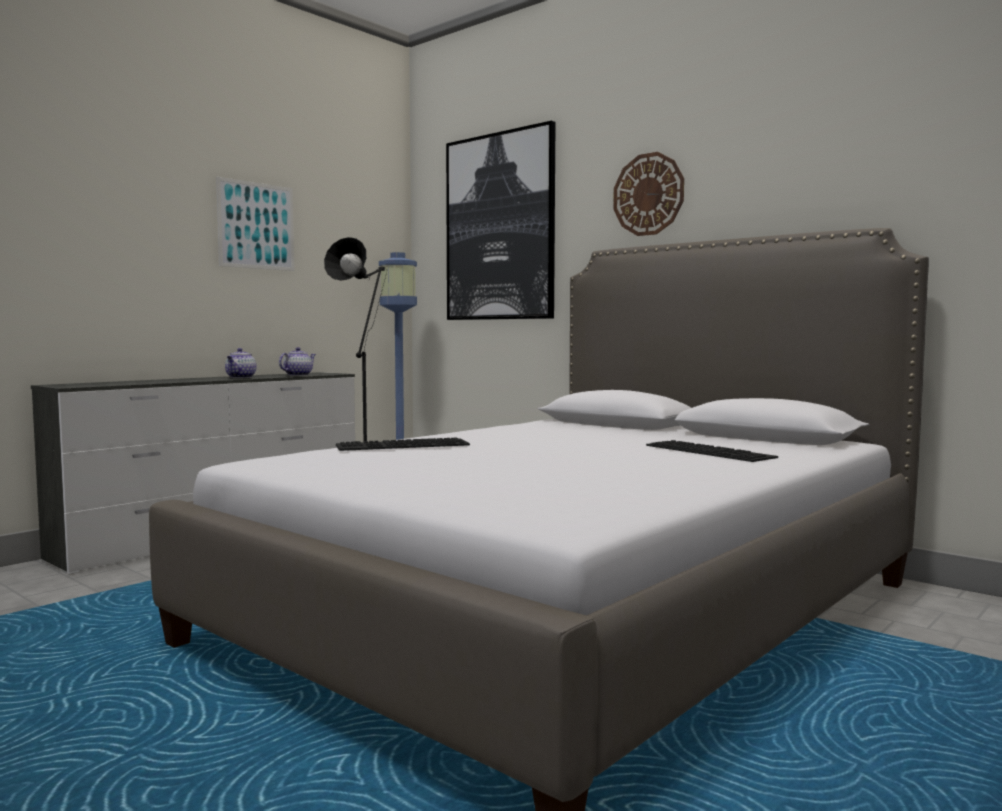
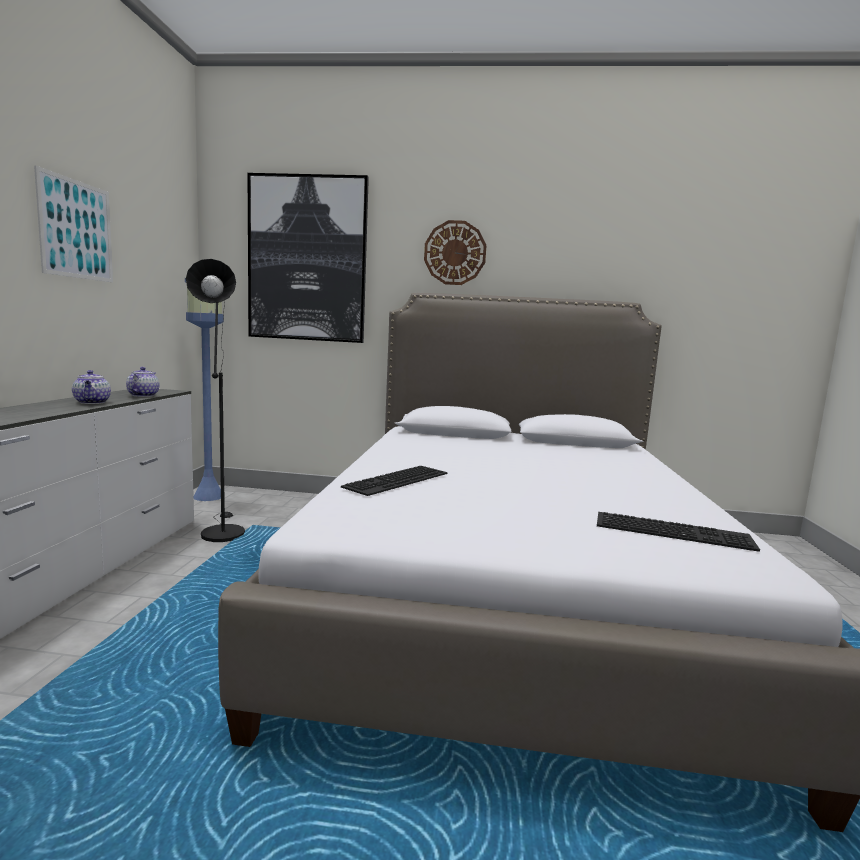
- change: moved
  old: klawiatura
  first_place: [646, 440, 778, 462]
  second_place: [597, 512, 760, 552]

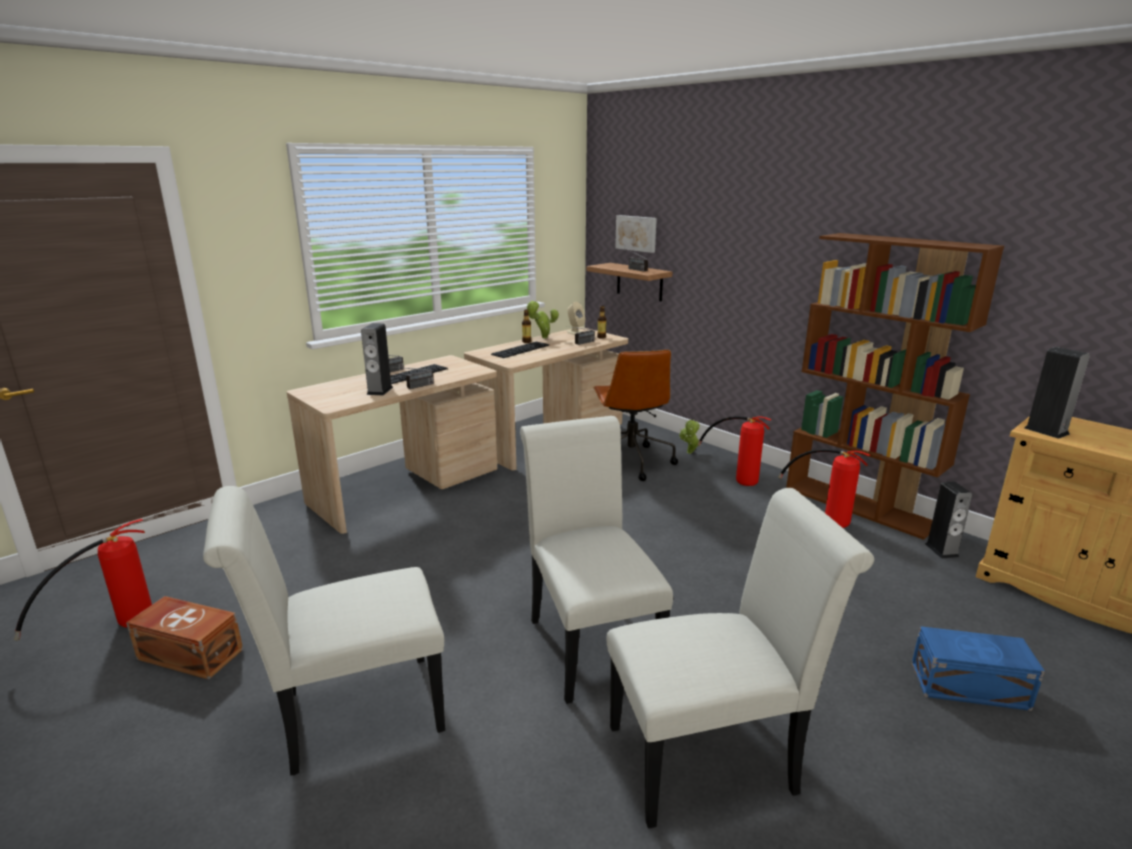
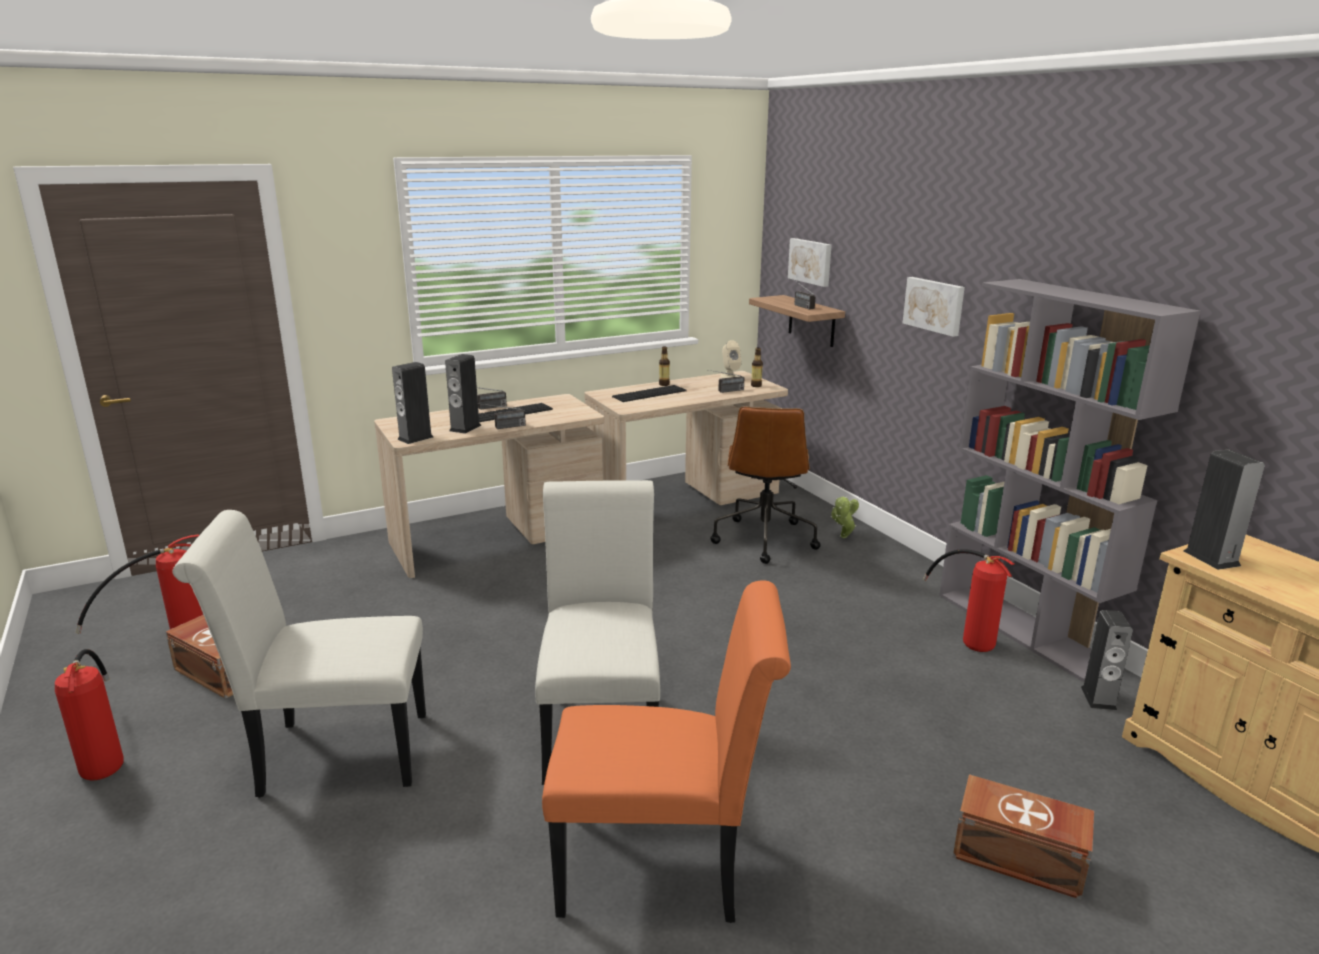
- change: removed
  old: roślina doniczkowa
  first_place: [526, 301, 559, 338]
- change: recoloured
  old: krzesło [biały]
  new: krzesło [pomarańczowy]
  first_place: [606, 488, 874, 829]
  second_place: [542, 580, 791, 923]
- change: moved
  old: gaśnica
  first_place: [698, 416, 771, 486]
  second_place: [55, 649, 124, 780]
- change: recoloured
  old: regał [brązowy]
  new: regał [szary]
  first_place: [786, 233, 1004, 540]
  second_place: [939, 279, 1201, 682]
- change: recoloured
  old: pojemnik do przechowywania [niebieski]
  new: pojemnik do przechowywania [brązowy]
  first_place: [912, 626, 1045, 711]
  second_place: [953, 774, 1094, 900]
- change: added
  new: głośnik
  second_place: [392, 362, 433, 444]
- change: added
  new: obraz
  second_place: [903, 277, 965, 337]

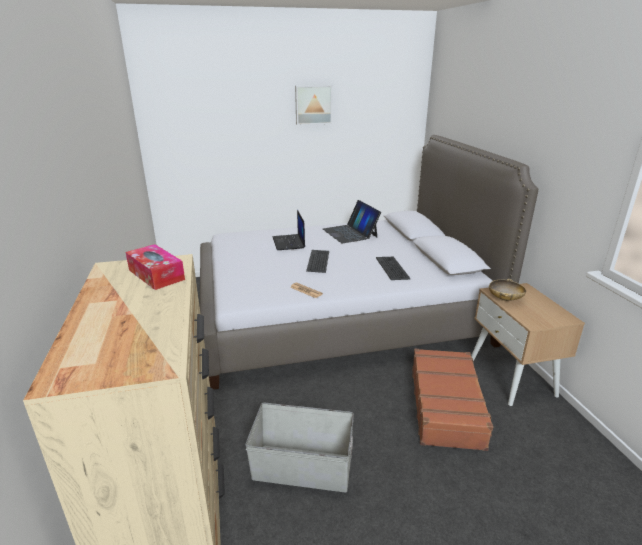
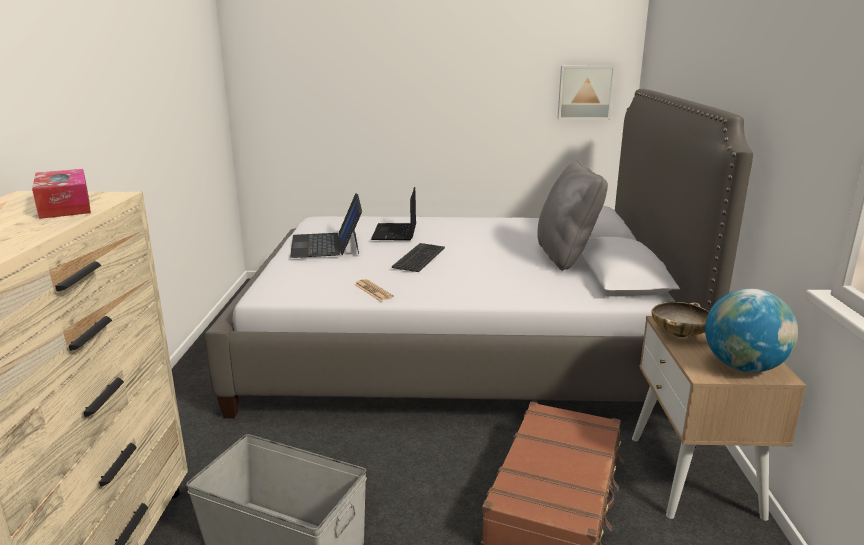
- change: moved
  old: obraz
  first_place: [295, 85, 333, 125]
  second_place: [557, 66, 615, 120]
- change: moved
  old: laptop
  first_place: [323, 200, 381, 243]
  second_place: [290, 193, 362, 258]
- change: removed
  old: klawiatura
  first_place: [376, 257, 410, 280]
- change: added
  new: poduszka [szary]
  second_place: [537, 161, 608, 271]
- change: added
  new: globus
  second_place: [705, 288, 798, 372]

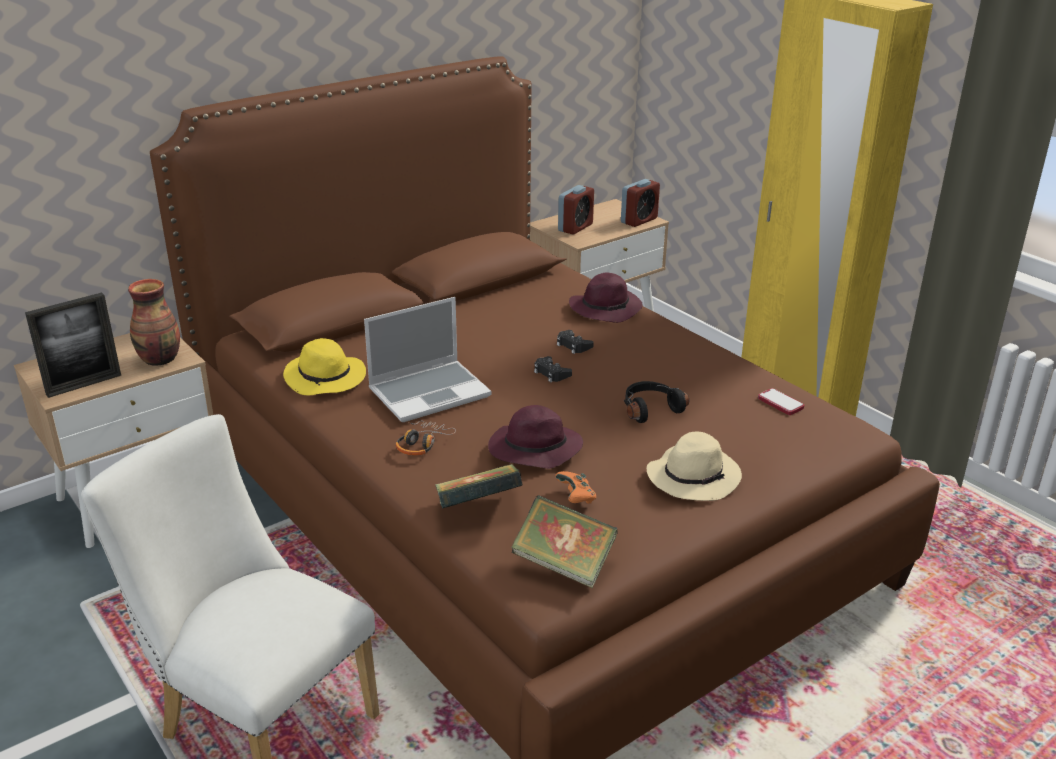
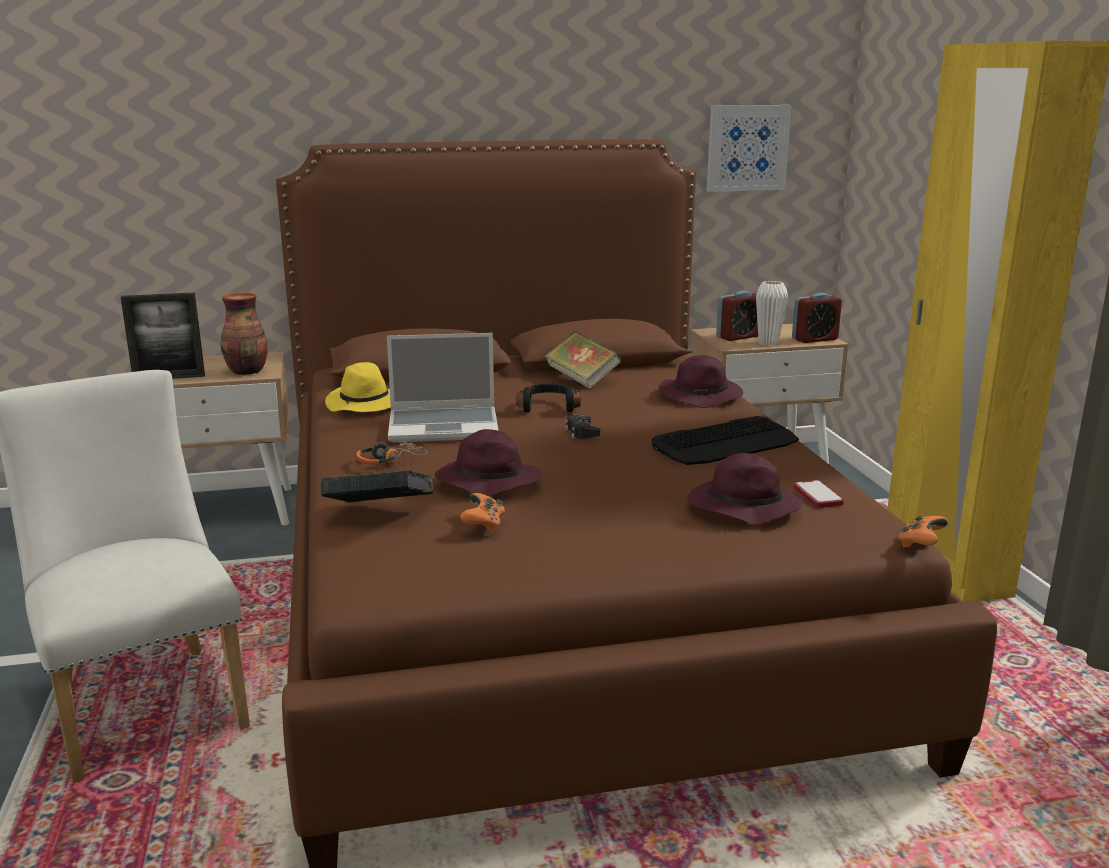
- change: moved
  old: książka
  first_place: [511, 495, 618, 588]
  second_place: [544, 331, 621, 389]
- change: removed
  old: pad do gier [czarny]
  first_place: [557, 330, 594, 354]
- change: moved
  old: słuchawki [czarny]
  first_place: [624, 381, 689, 423]
  second_place: [516, 383, 581, 412]
- change: removed
  old: kapelusz [beżowy]
  first_place: [647, 432, 742, 501]
- change: added
  new: klawiatura
  second_place: [652, 416, 799, 465]
- change: added
  new: kapelusz [fioletowy]
  second_place: [688, 453, 803, 524]
- change: added
  new: obraz
  second_place: [707, 105, 792, 192]
- change: added
  new: wazon [biały]
  second_place: [756, 281, 788, 346]
- change: added
  new: pad do gier [pomarańczowy]
  second_place: [899, 516, 948, 548]

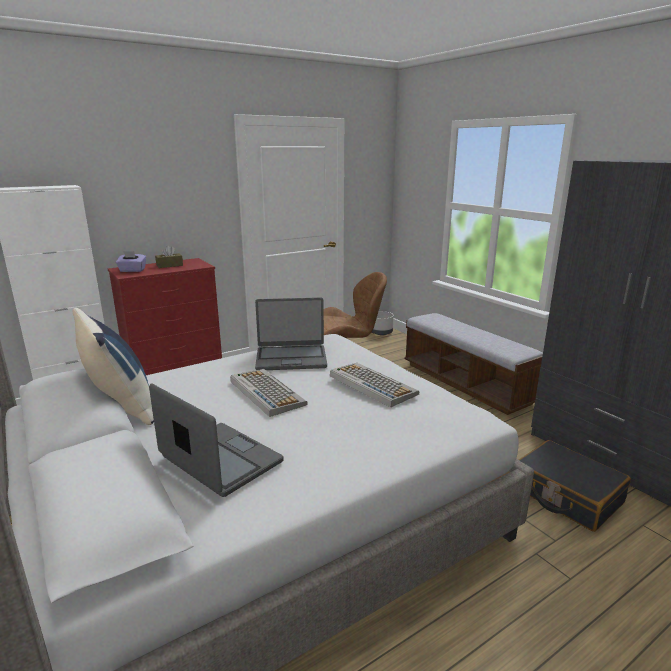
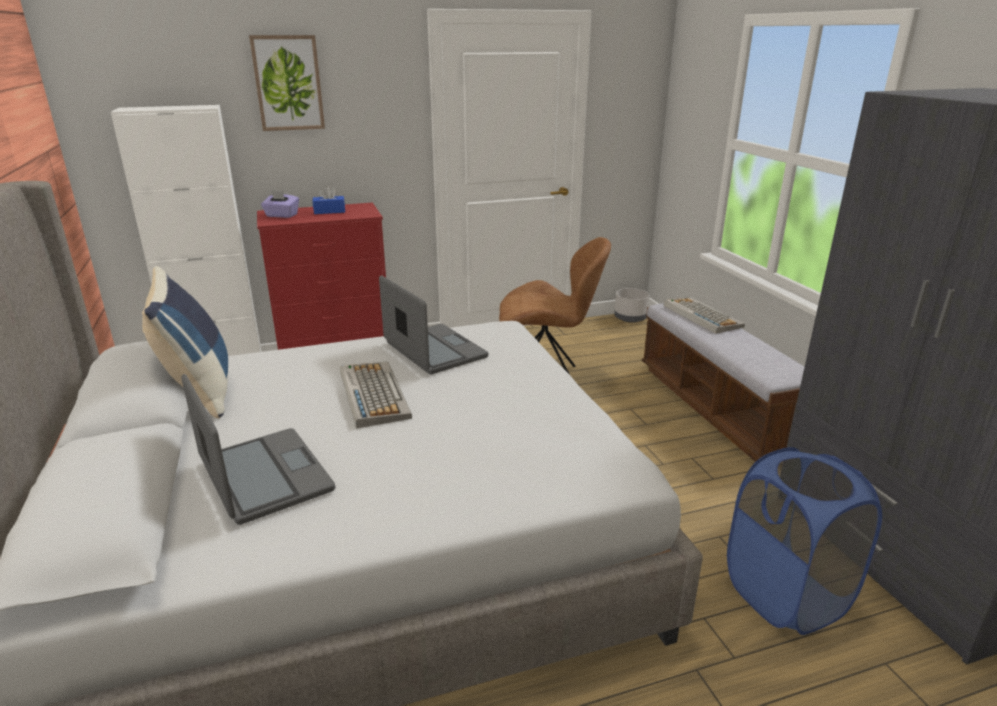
- change: recoloured
  old: pudełko chusteczek [brązowy]
  new: pudełko chusteczek [niebieski]
  first_place: [155, 246, 183, 268]
  second_place: [313, 186, 345, 214]
- change: turned
  old: laptop
  first_place: [255, 298, 327, 370]
  second_place: [379, 275, 488, 374]
  degrees: -135
- change: moved
  old: klawiatura
  first_place: [330, 363, 420, 407]
  second_place: [664, 297, 745, 334]
- change: replaced
  old: walizka [czarny]
  new: kosz na pranie [niebieski]
  first_place: [519, 440, 631, 532]
  second_place: [727, 447, 882, 635]
- change: added
  new: obraz
  second_place: [249, 35, 325, 131]

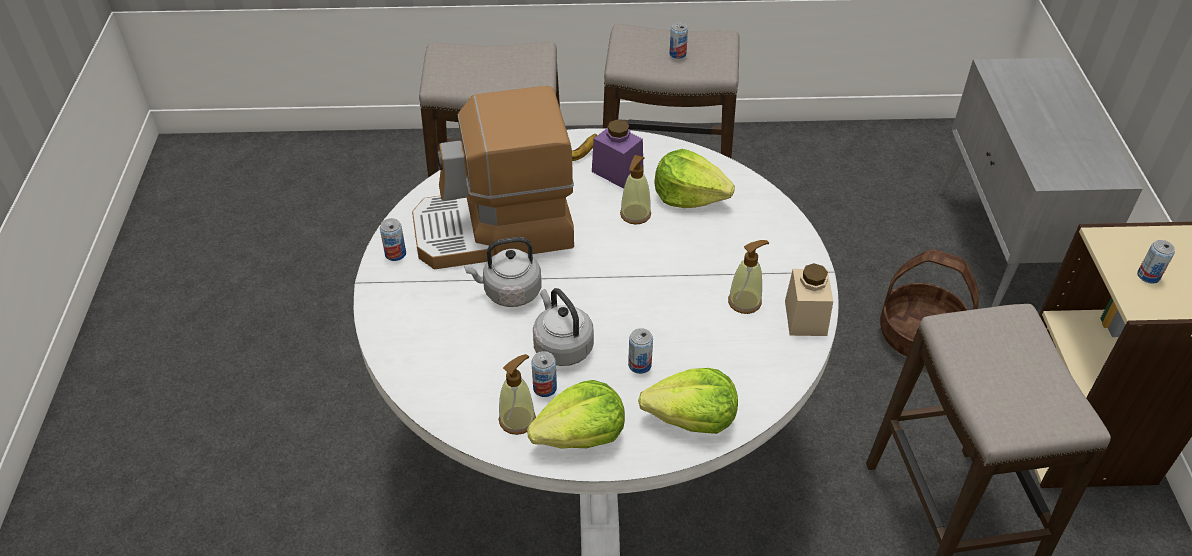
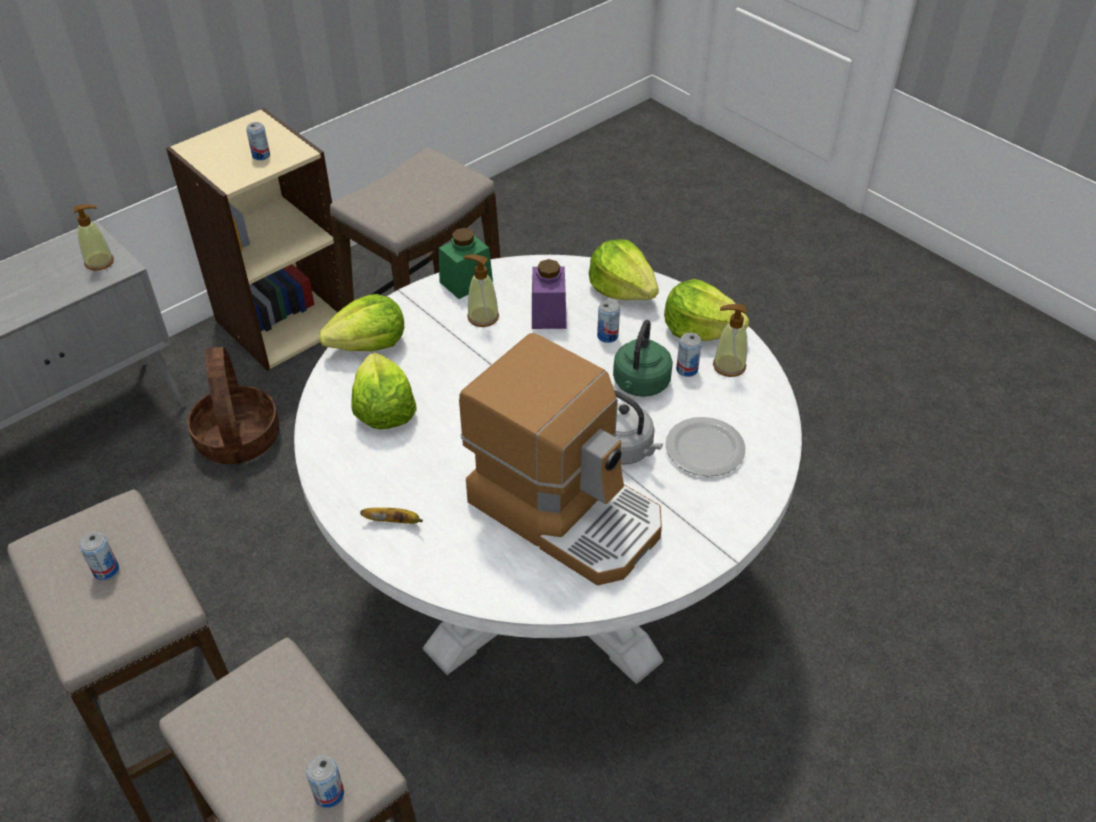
- change: moved
  old: puszka
  first_place: [380, 218, 406, 261]
  second_place: [306, 755, 344, 808]
- change: recoloured
  old: czajnik [szary]
  new: czajnik [zielony]
  first_place: [533, 288, 594, 366]
  second_place: [613, 320, 673, 397]
- change: moved
  old: słoik [fioletowy]
  first_place: [592, 120, 644, 189]
  second_place: [532, 259, 567, 329]
- change: moved
  old: dozownik mydła
  first_place: [620, 155, 651, 225]
  second_place: [74, 204, 114, 271]
- change: recoloured
  old: słoik [beżowy]
  new: słoik [zielony]
  first_place: [785, 263, 833, 336]
  second_place: [439, 228, 493, 299]
- change: added
  new: sałata
  second_place: [319, 294, 404, 351]
- change: added
  new: talerz
  second_place: [665, 417, 746, 476]

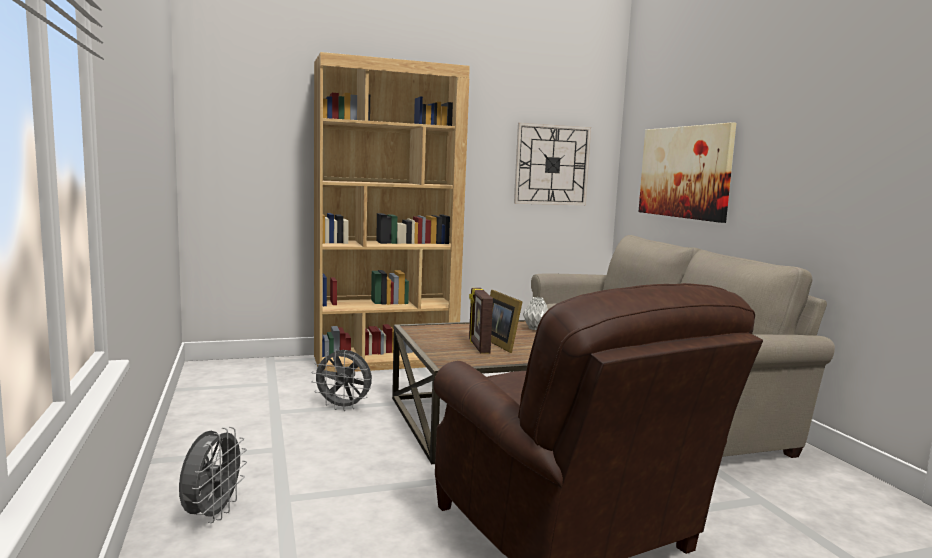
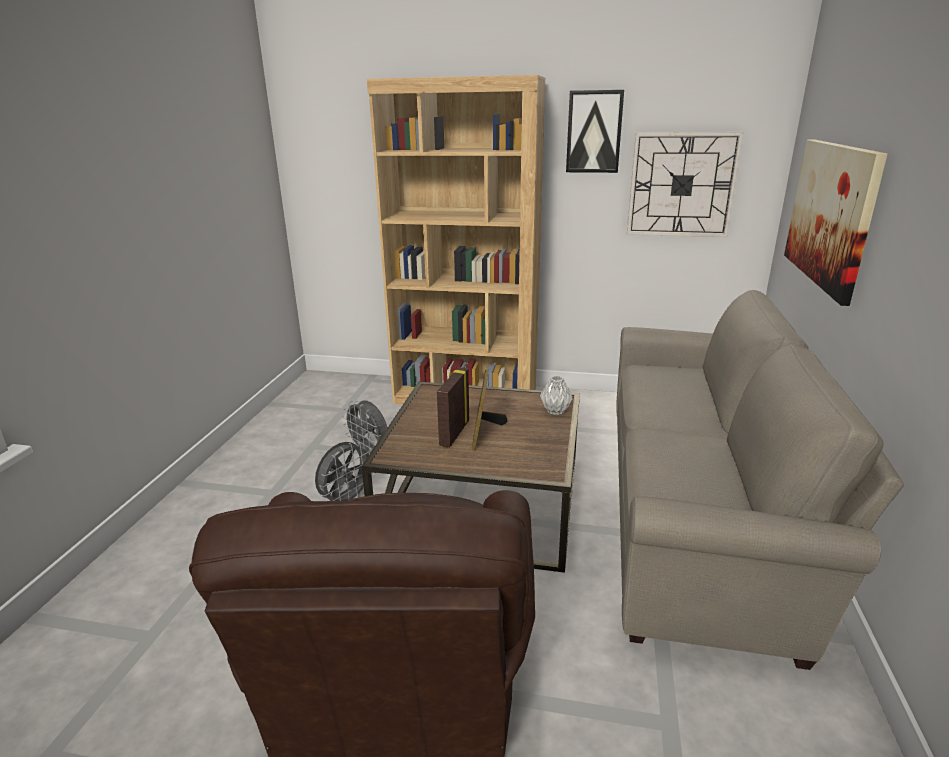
- change: moved
  old: wentylator [szary]
  first_place: [179, 427, 247, 523]
  second_place: [315, 442, 374, 501]
- change: added
  new: obraz
  second_place: [566, 90, 624, 173]

